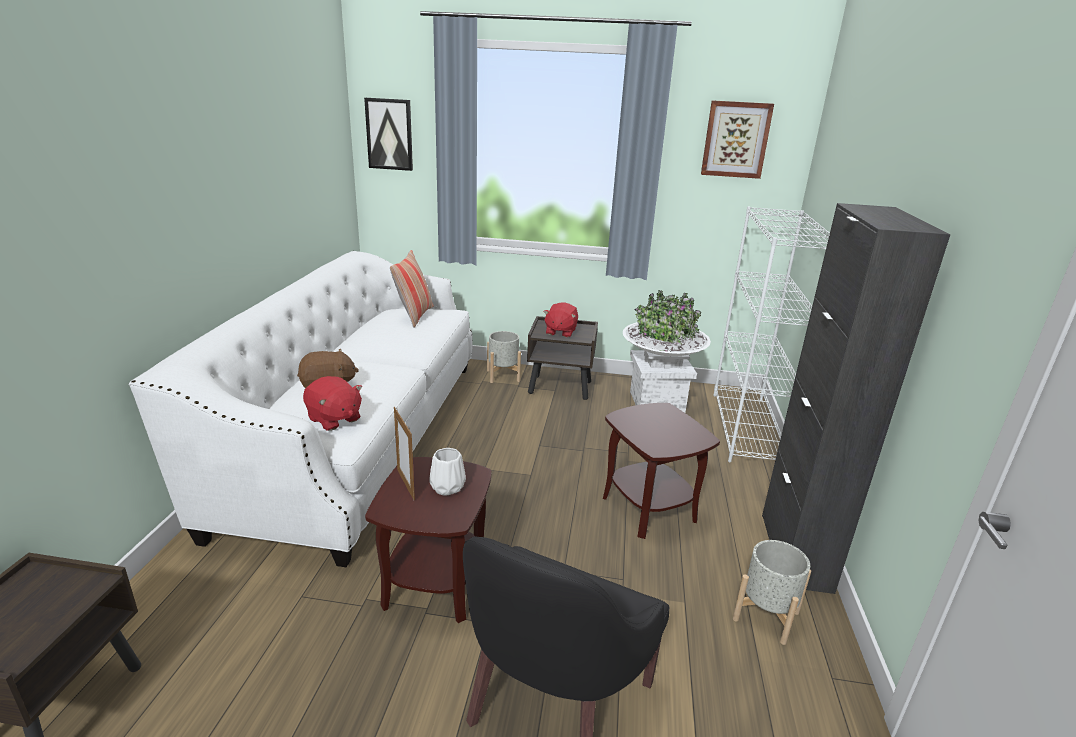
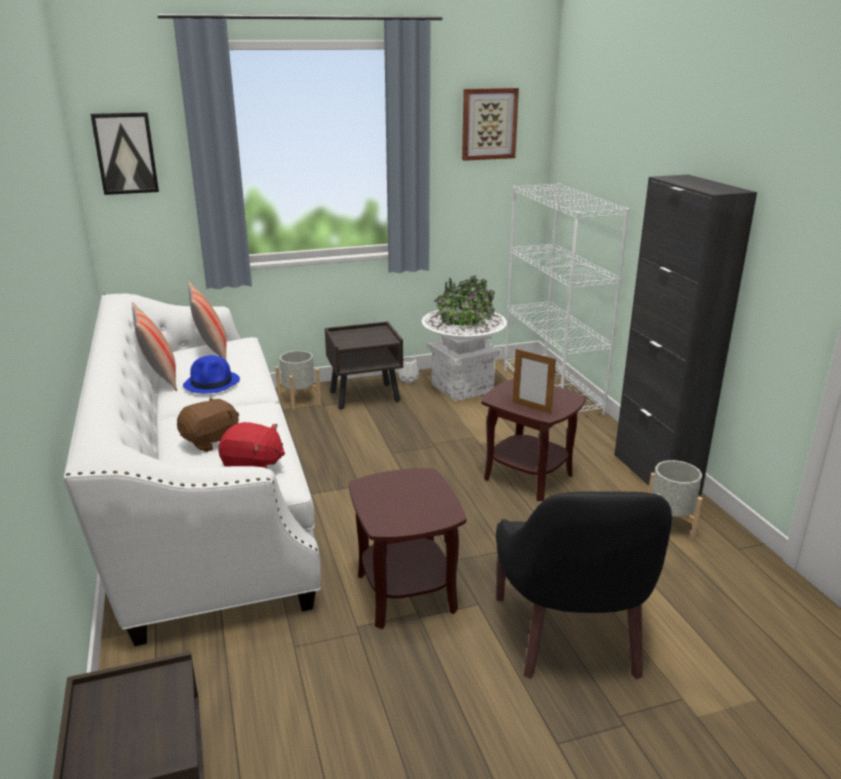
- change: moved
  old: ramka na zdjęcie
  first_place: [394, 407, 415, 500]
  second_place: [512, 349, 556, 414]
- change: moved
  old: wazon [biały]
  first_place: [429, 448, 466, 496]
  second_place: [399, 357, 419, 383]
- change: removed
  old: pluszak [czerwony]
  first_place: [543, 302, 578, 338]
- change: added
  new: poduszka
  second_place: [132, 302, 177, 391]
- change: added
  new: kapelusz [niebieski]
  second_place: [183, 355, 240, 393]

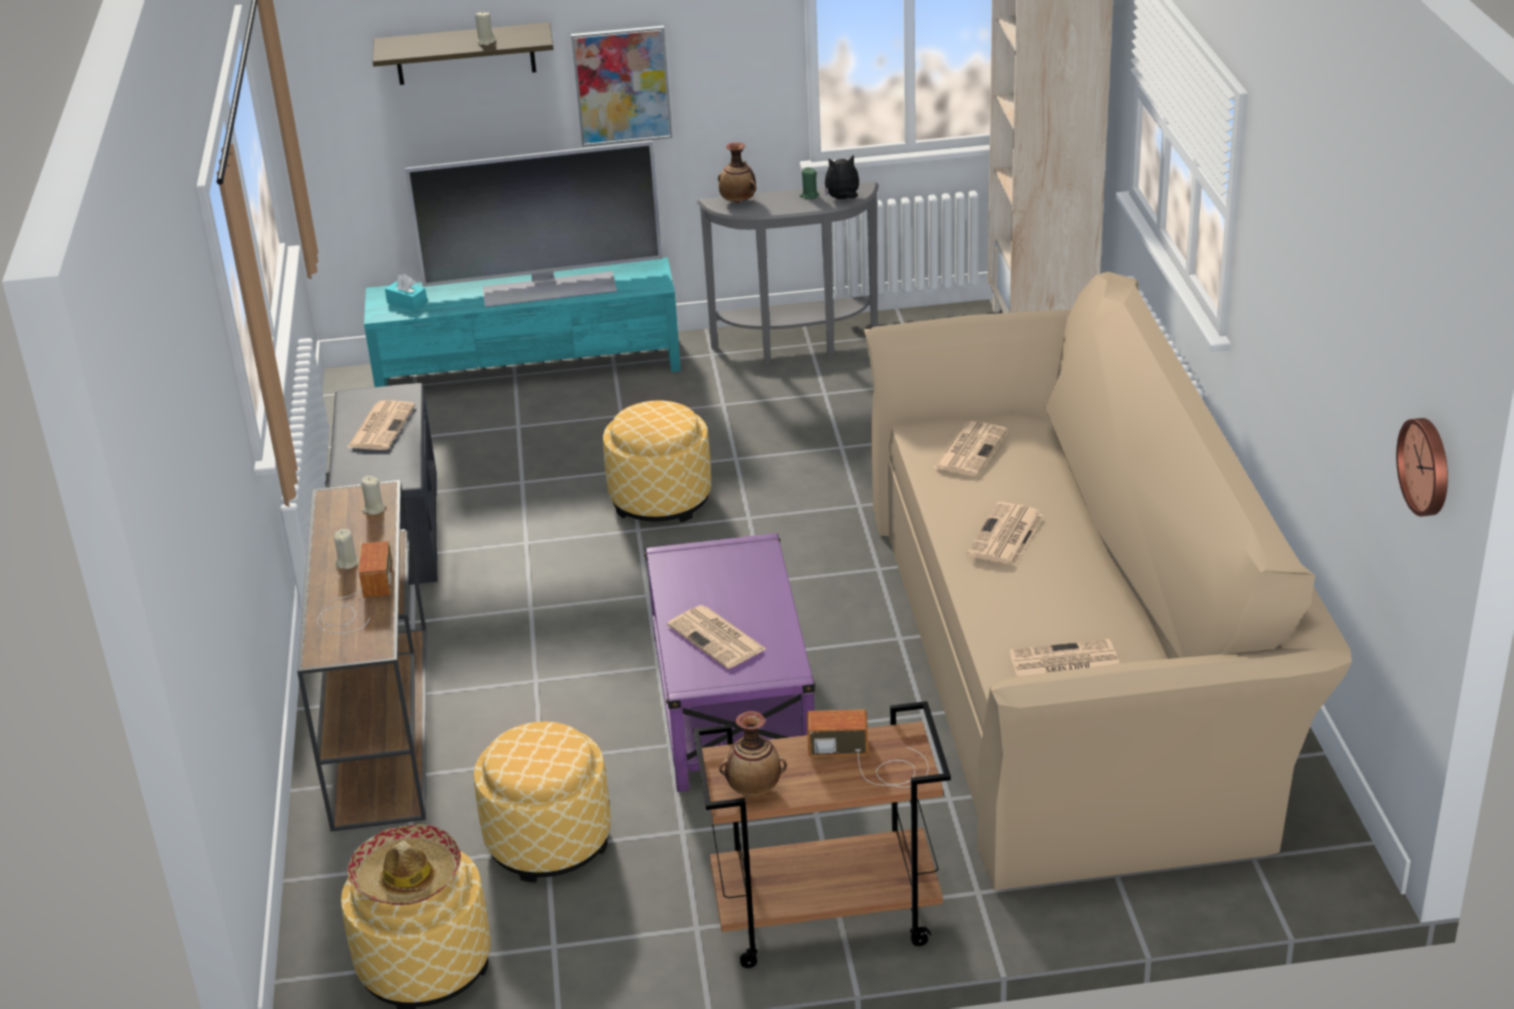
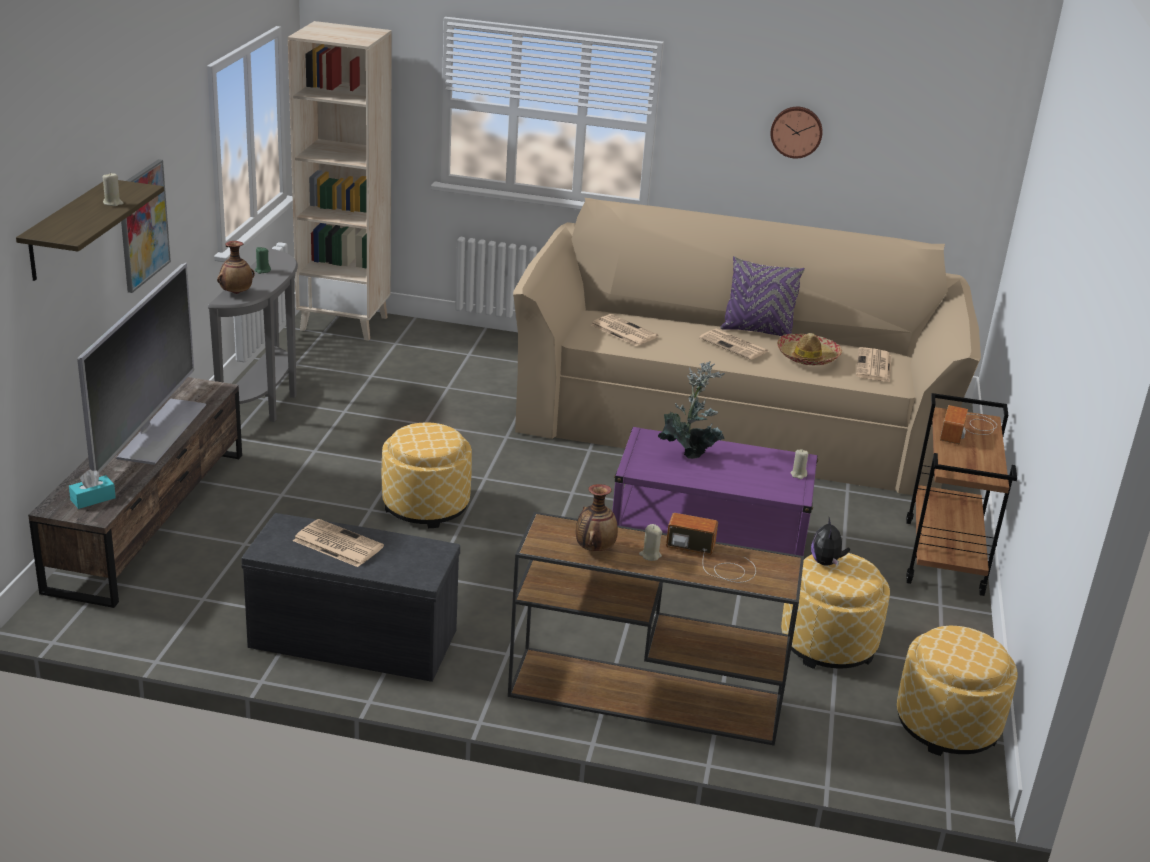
- change: moved
  old: kapelusz
  first_place: [347, 824, 461, 905]
  second_place: [777, 333, 842, 365]
- change: moved
  old: świeca [beżowy]
  first_place: [361, 476, 386, 515]
  second_place: [791, 449, 808, 479]
- change: recoloured
  old: szafka pod telewizor [turkusowy]
  new: szafka pod telewizor [brązowy]
  first_place: [364, 257, 681, 387]
  second_place: [28, 377, 242, 608]
- change: removed
  old: gazeta
  first_place: [667, 605, 766, 669]
- change: moved
  old: wazon
  first_place: [719, 711, 787, 796]
  second_place: [576, 484, 618, 551]
- change: moved
  old: pluszak
  first_place: [825, 155, 859, 199]
  second_place: [811, 517, 850, 566]
- change: moved
  old: zegar ścienny
  first_place: [1396, 418, 1448, 517]
  second_place: [770, 107, 823, 158]
- change: added
  new: roślina doniczkowa
  second_place: [658, 361, 725, 459]
- change: added
  new: poduszka [fioletowy]
  second_place: [720, 256, 805, 336]

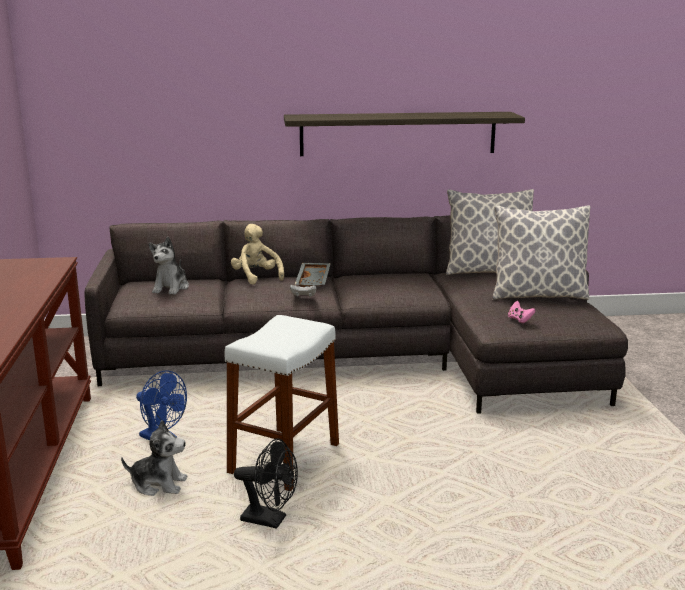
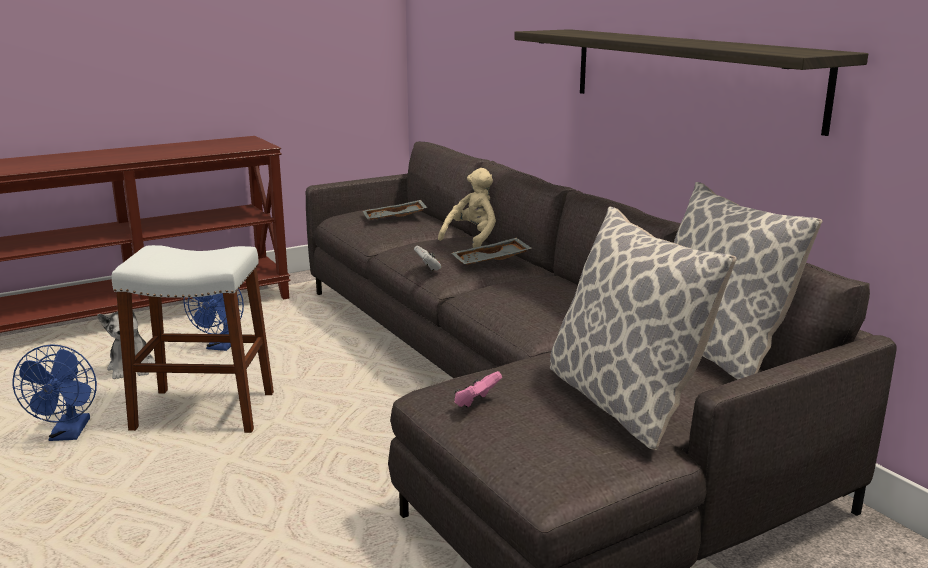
- change: replaced
  old: pluszak
  new: taca [szary]
  first_place: [149, 237, 189, 295]
  second_place: [363, 200, 428, 220]
- change: recoloured
  old: wentylator [czarny]
  new: wentylator [niebieski]
  first_place: [234, 438, 298, 529]
  second_place: [12, 344, 97, 441]

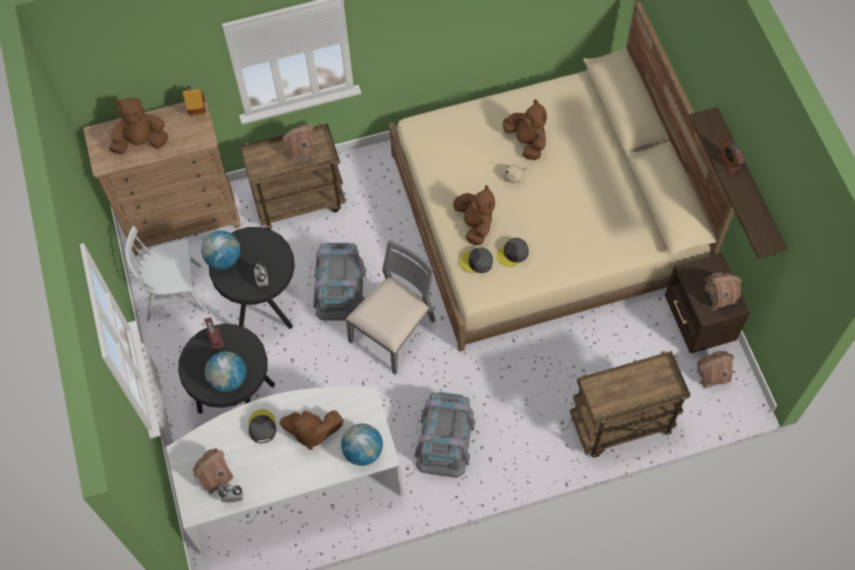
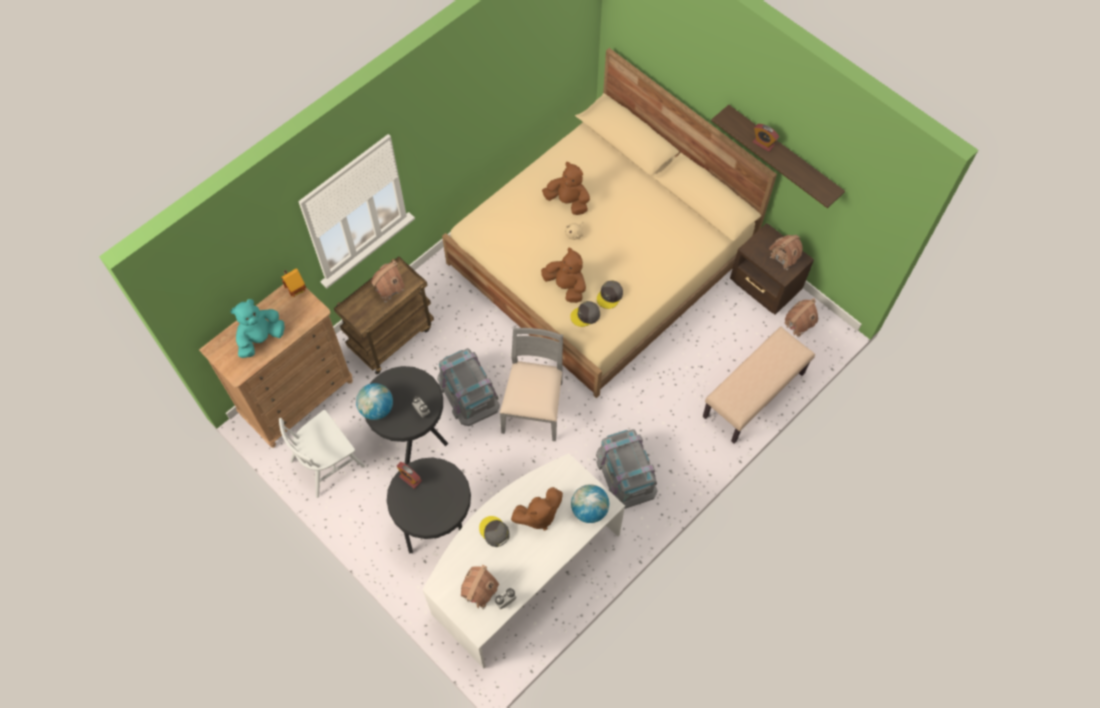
- change: recoloured
  old: pluszak [brązowy]
  new: pluszak [turkusowy]
  first_place: [109, 98, 168, 154]
  second_place: [230, 299, 285, 358]
- change: removed
  old: globus
  first_place: [205, 351, 246, 392]
- change: replaced
  old: wózek [brązowy]
  new: ławka [beżowy]
  first_place: [570, 351, 691, 457]
  second_place: [703, 327, 815, 444]

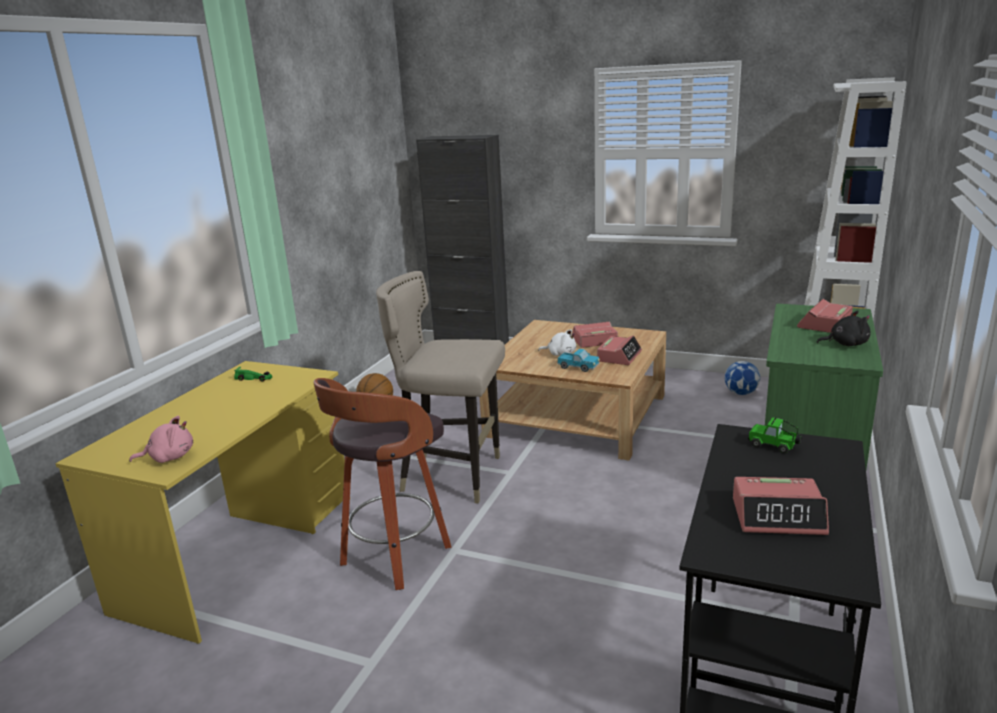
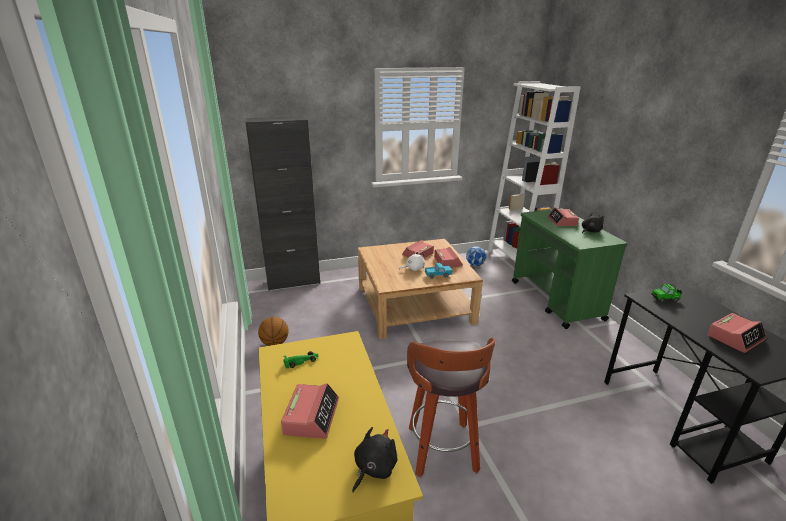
- change: recoloured
  old: pluszak [różowy]
  new: pluszak [czarny]
  first_place: [129, 416, 193, 463]
  second_place: [352, 427, 398, 492]
- change: removed
  old: stołek [beżowy]
  first_place: [376, 271, 505, 504]
- change: added
  new: budzik
  second_place: [281, 383, 339, 439]

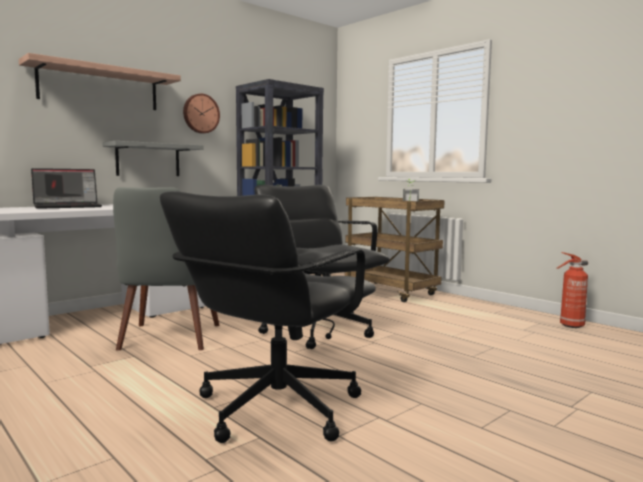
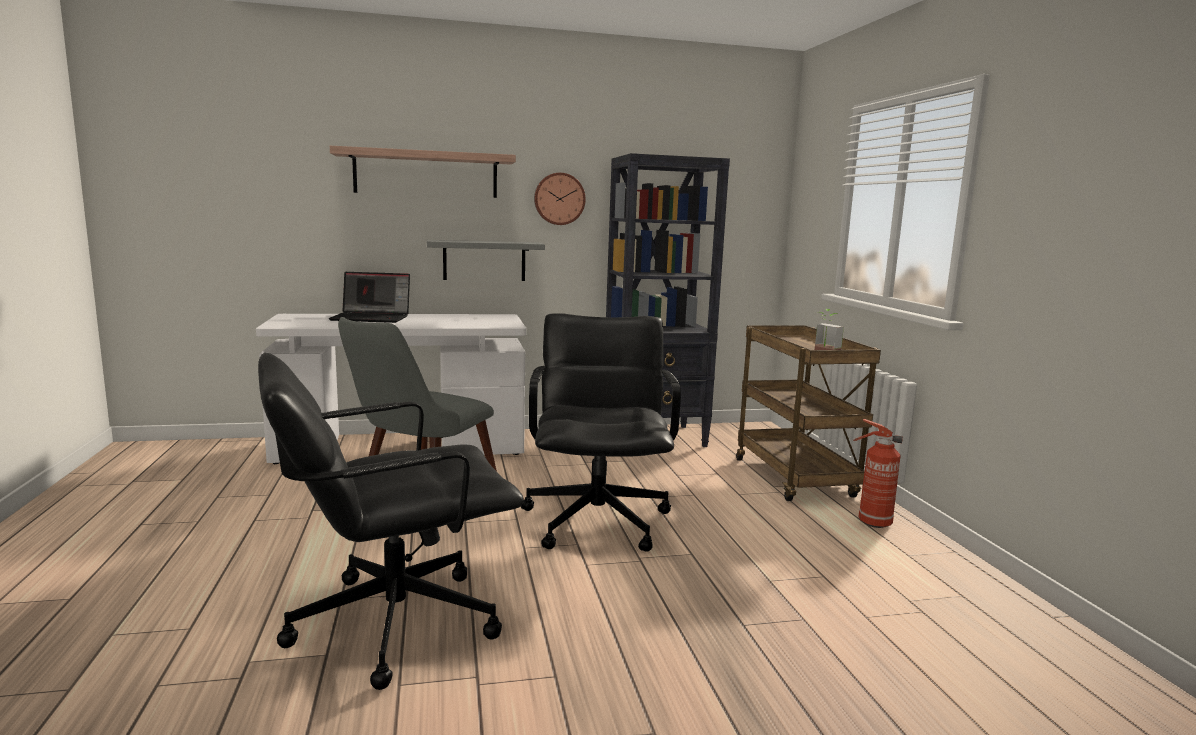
- change: moved
  old: gaśnica
  first_place: [556, 252, 588, 328]
  second_place: [853, 419, 903, 528]

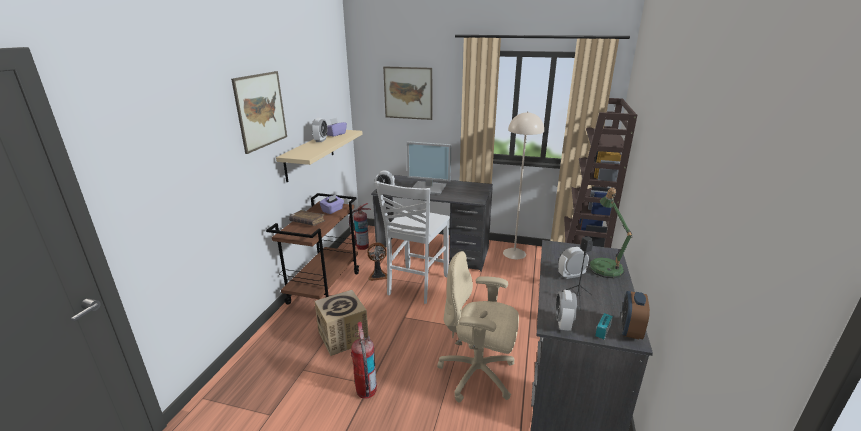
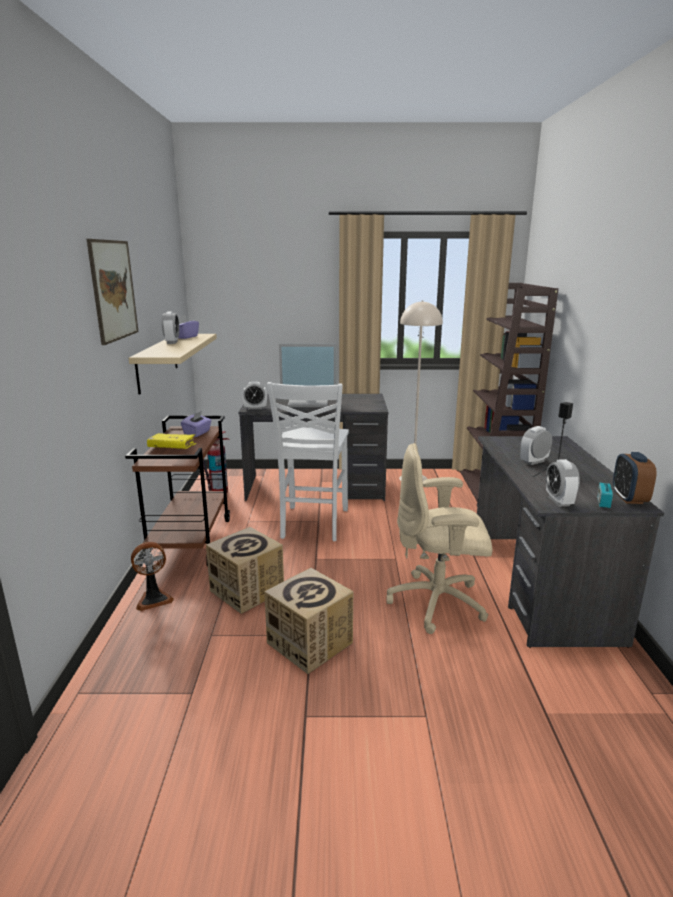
- change: recoloured
  old: książka [brązowy]
  new: książka [żółty]
  first_place: [289, 210, 326, 226]
  second_place: [147, 433, 196, 449]
- change: replaced
  old: gaśnica
  new: karton
  first_place: [351, 322, 377, 399]
  second_place: [264, 568, 353, 674]
- change: moved
  old: wentylator
  first_place: [367, 242, 387, 281]
  second_place: [131, 542, 174, 611]
- change: removed
  old: obraz
  first_place: [383, 66, 432, 120]
- change: removed
  old: lampa stołowa
  first_place: [588, 188, 632, 279]

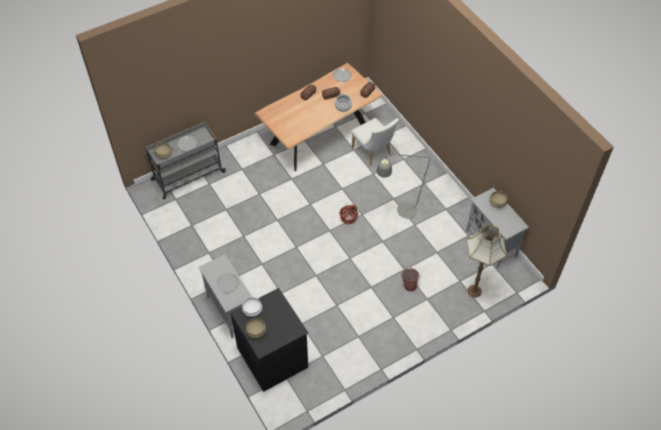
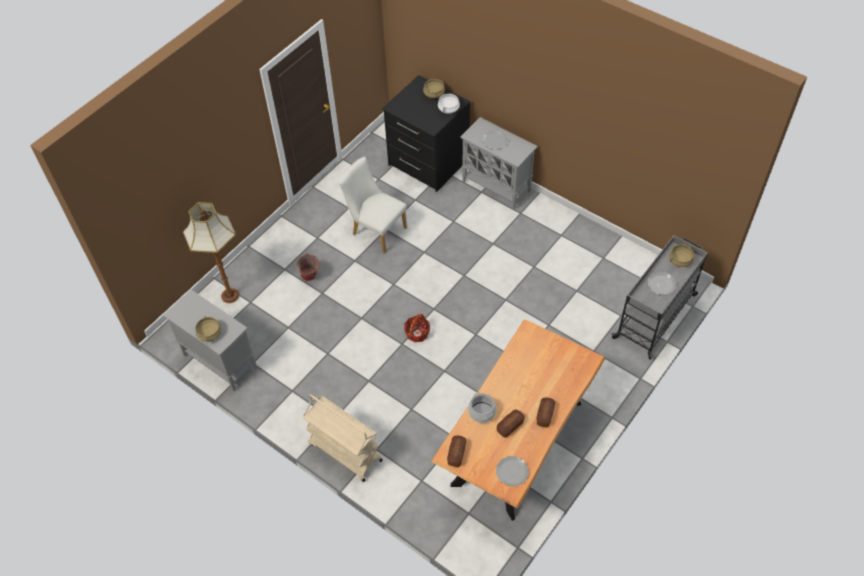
- change: moved
  old: krzesło [biały]
  first_place: [351, 118, 399, 166]
  second_place: [339, 157, 407, 253]
- change: removed
  old: lampa stojąca [szary]
  first_place: [377, 154, 456, 218]
- change: added
  new: wózek [beżowy]
  second_place: [303, 394, 383, 482]

